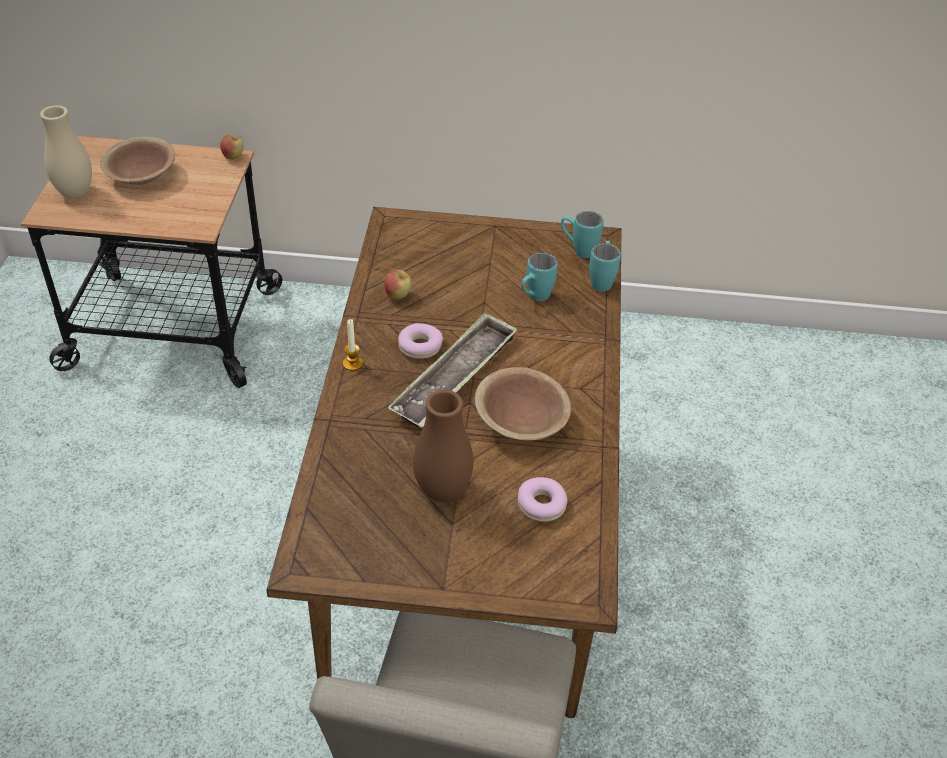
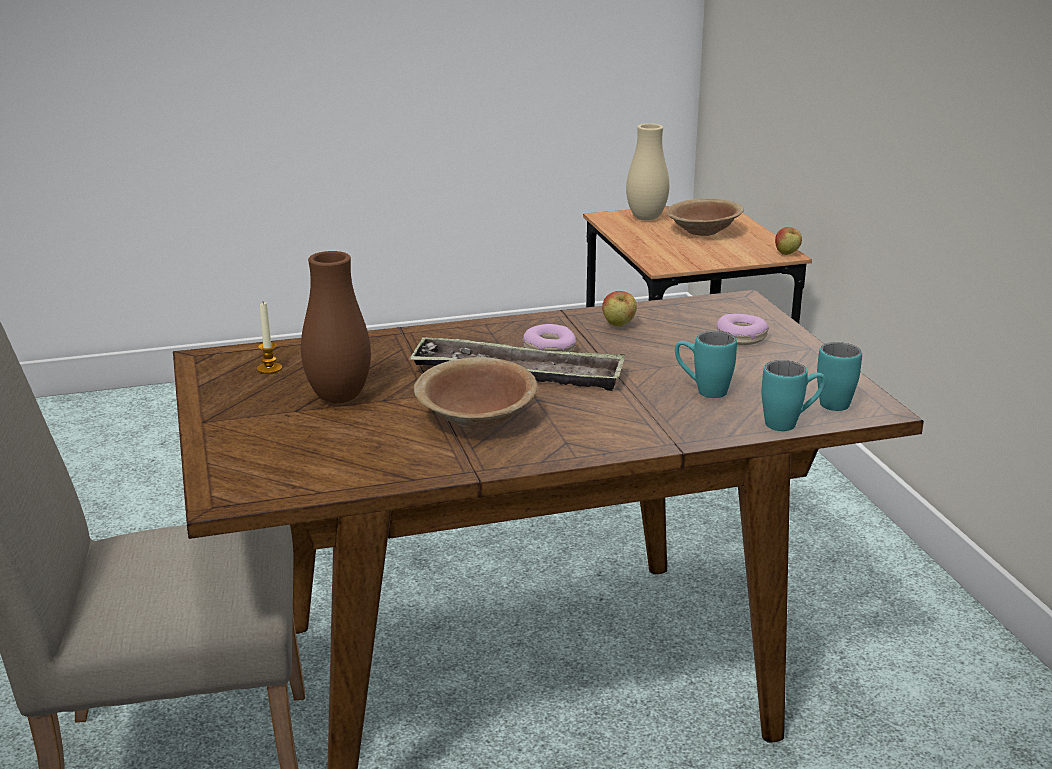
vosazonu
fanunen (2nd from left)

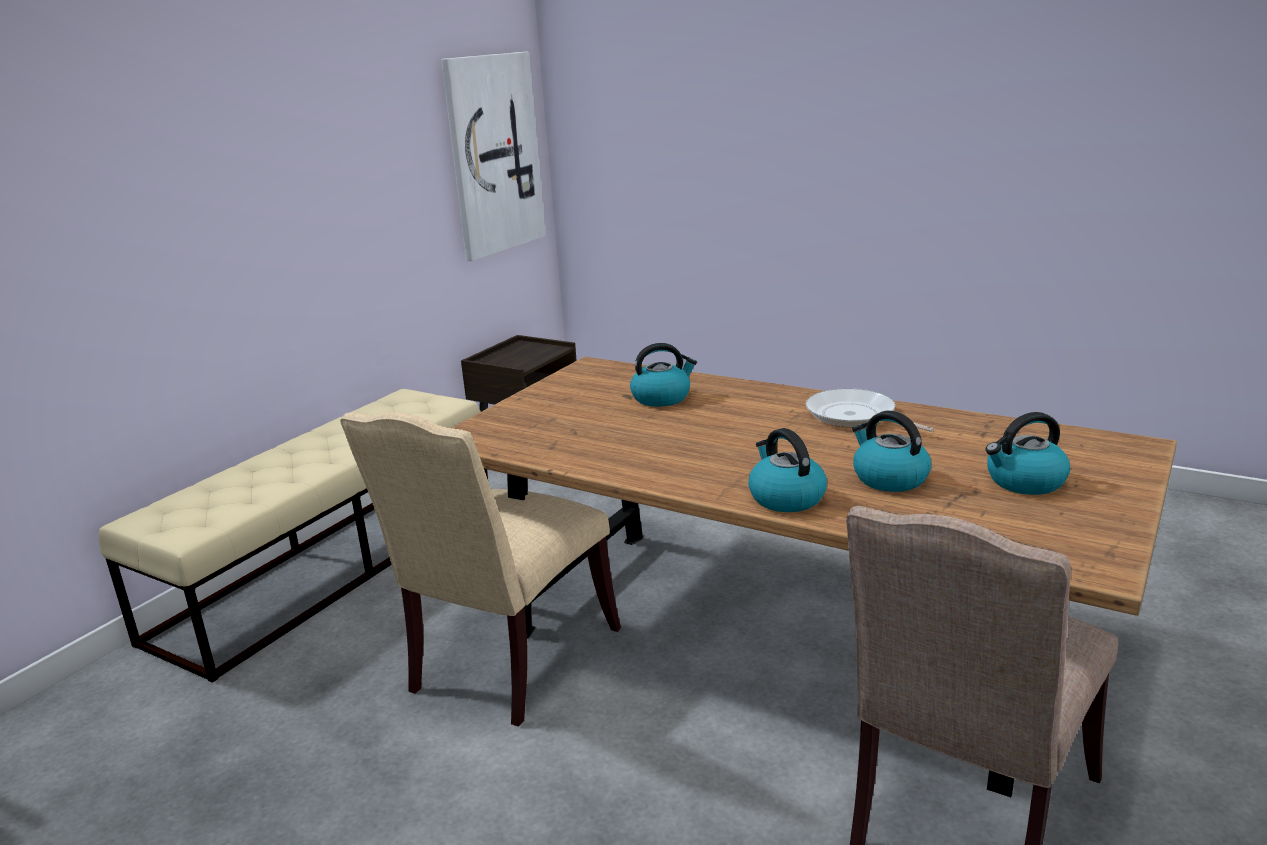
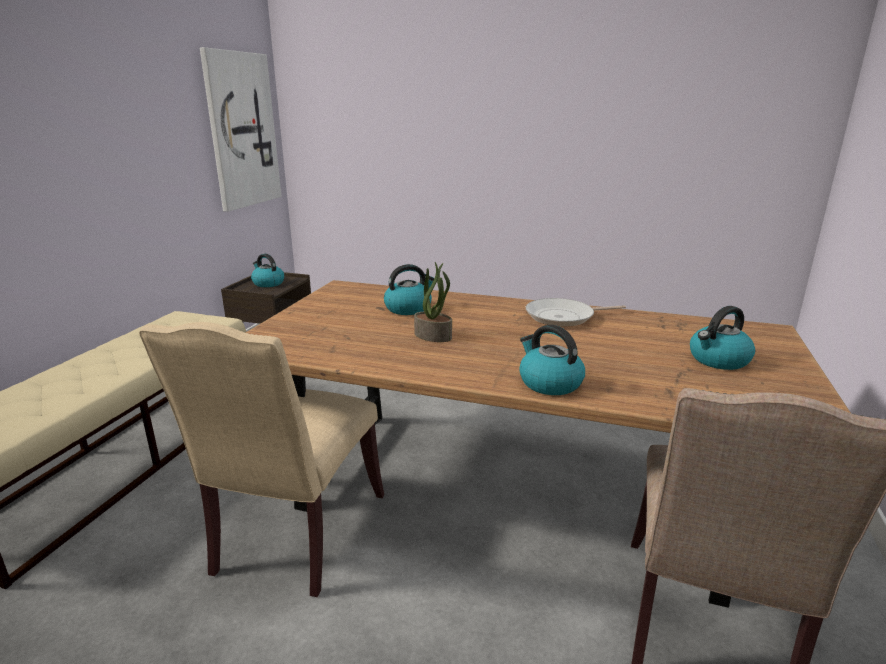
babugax (1st from left)
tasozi
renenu

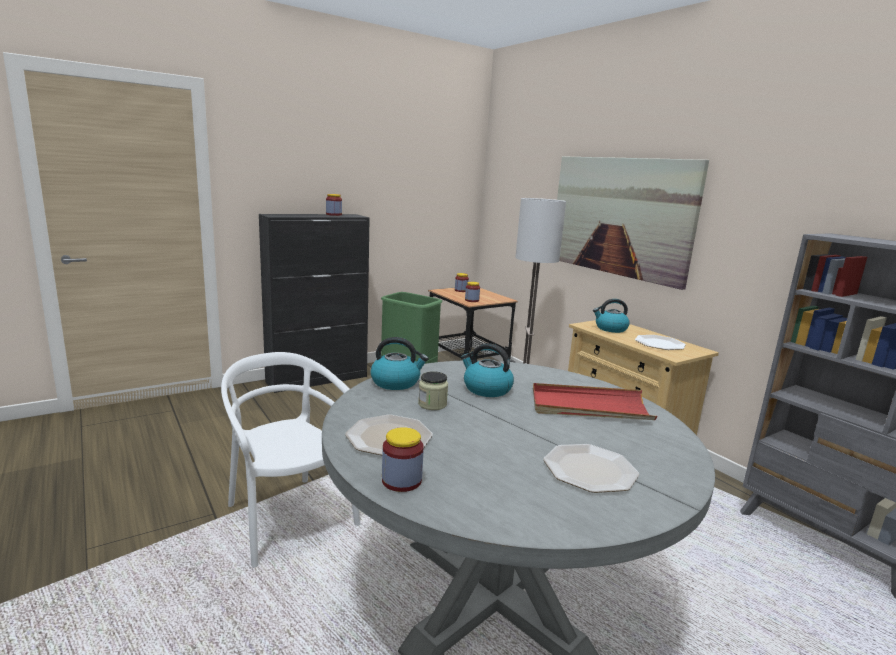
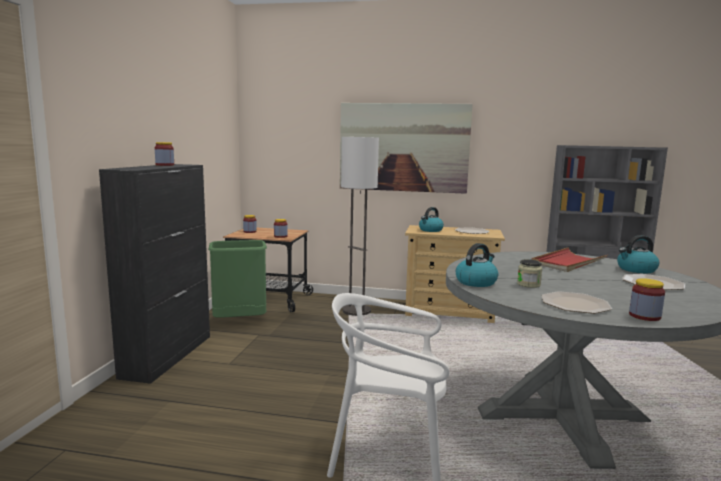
babugax (3rd from left)

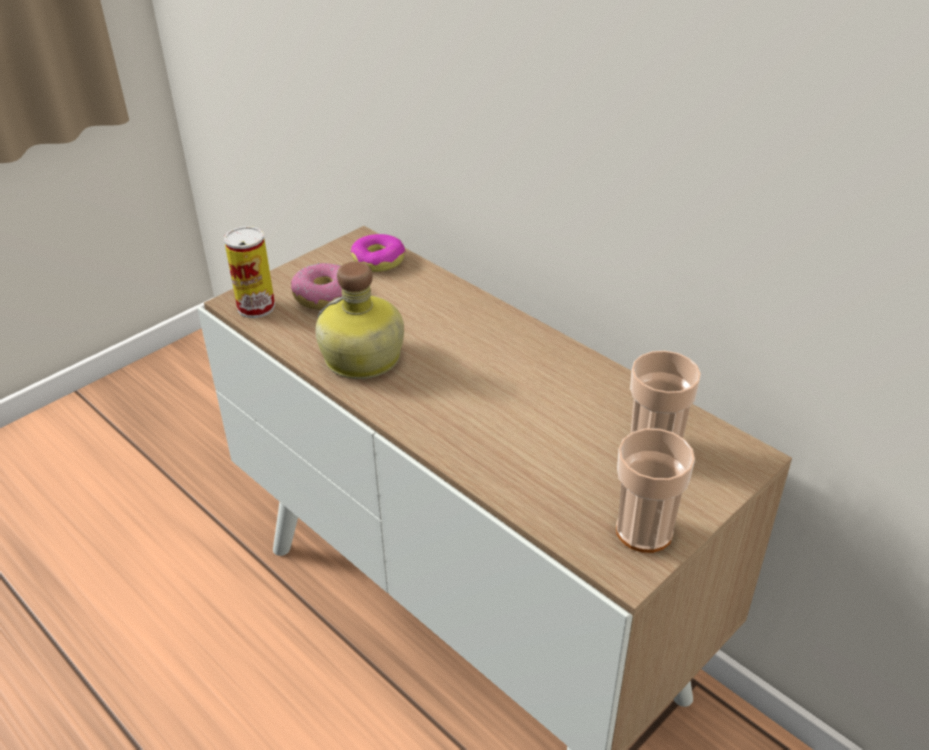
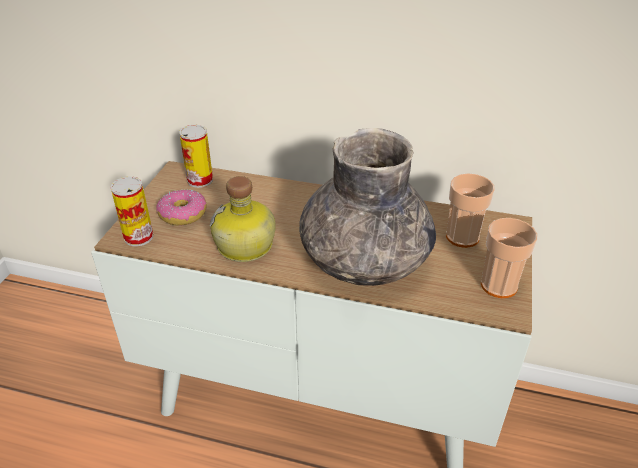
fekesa (2nd from left)
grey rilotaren

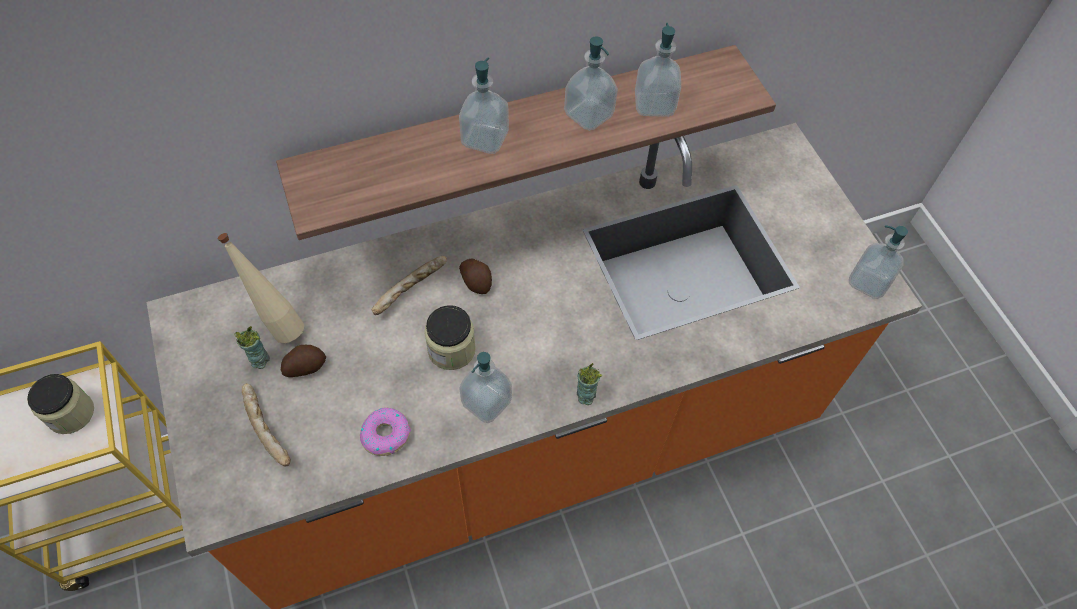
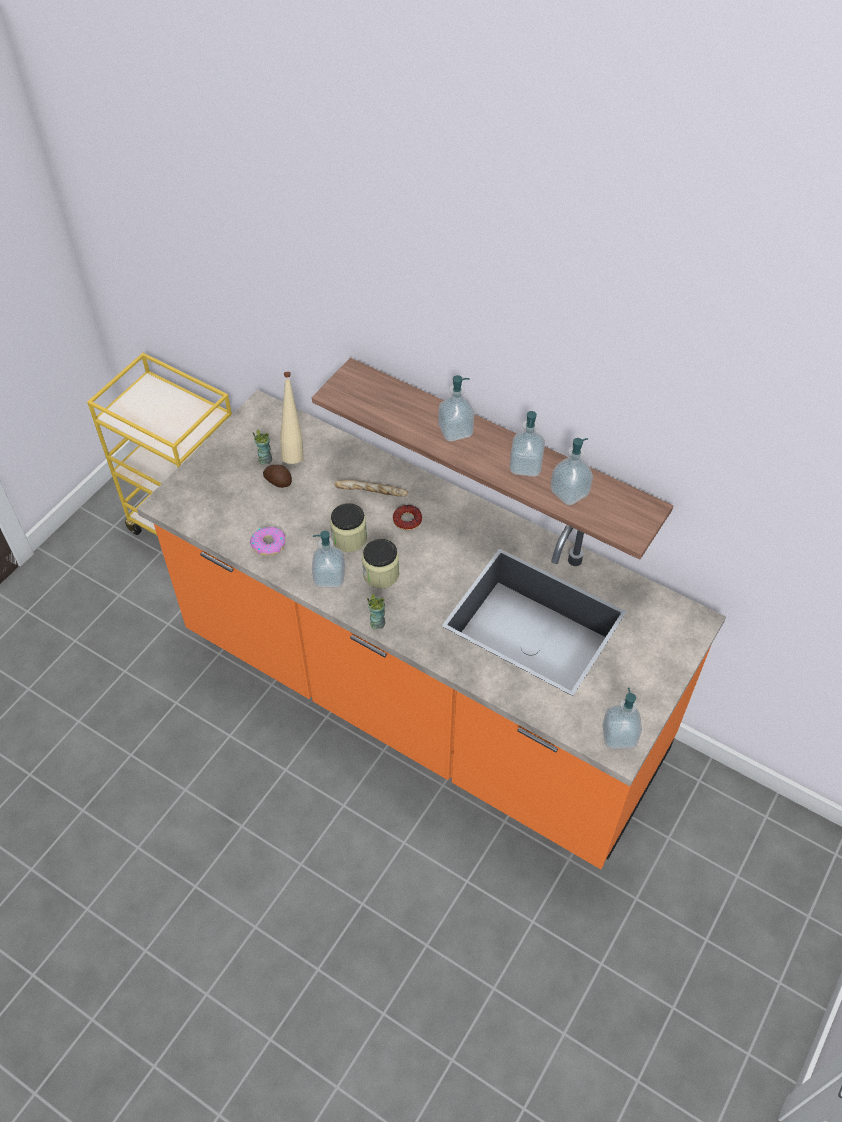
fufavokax (2nd from left)
fanunen (2nd from left)
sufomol (1st from left in the first image)

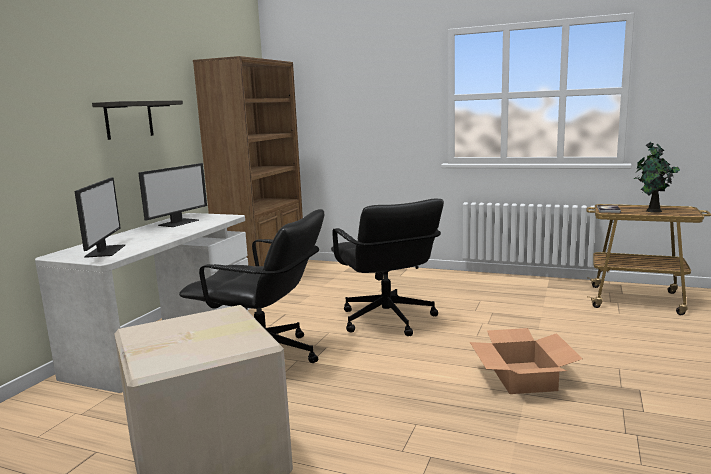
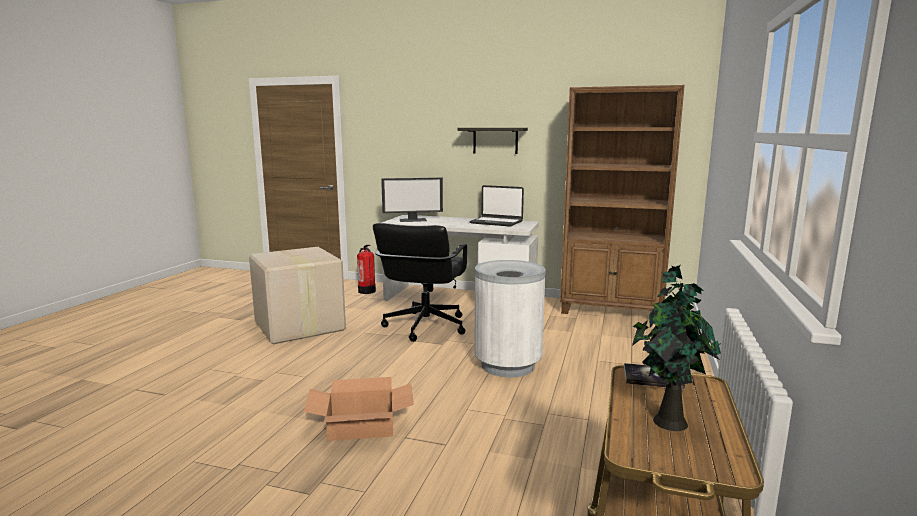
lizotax
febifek
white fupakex

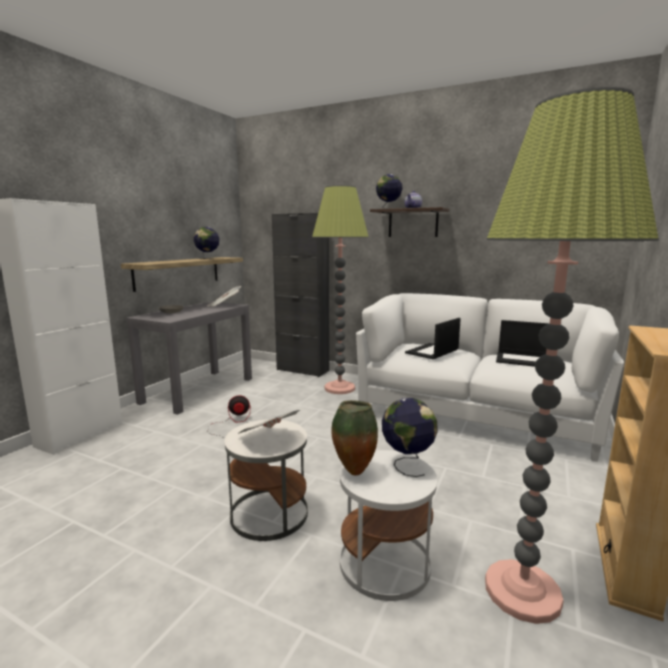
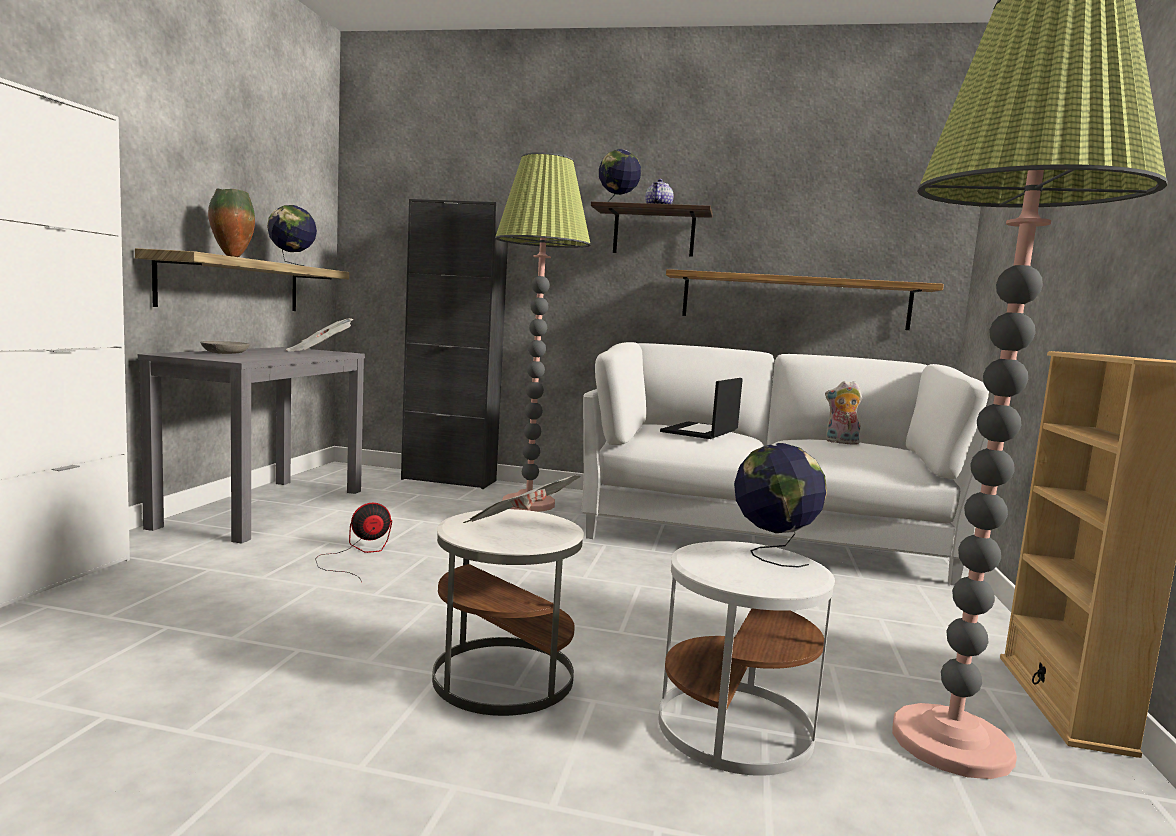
rilotaren
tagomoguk (3rd from left)
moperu

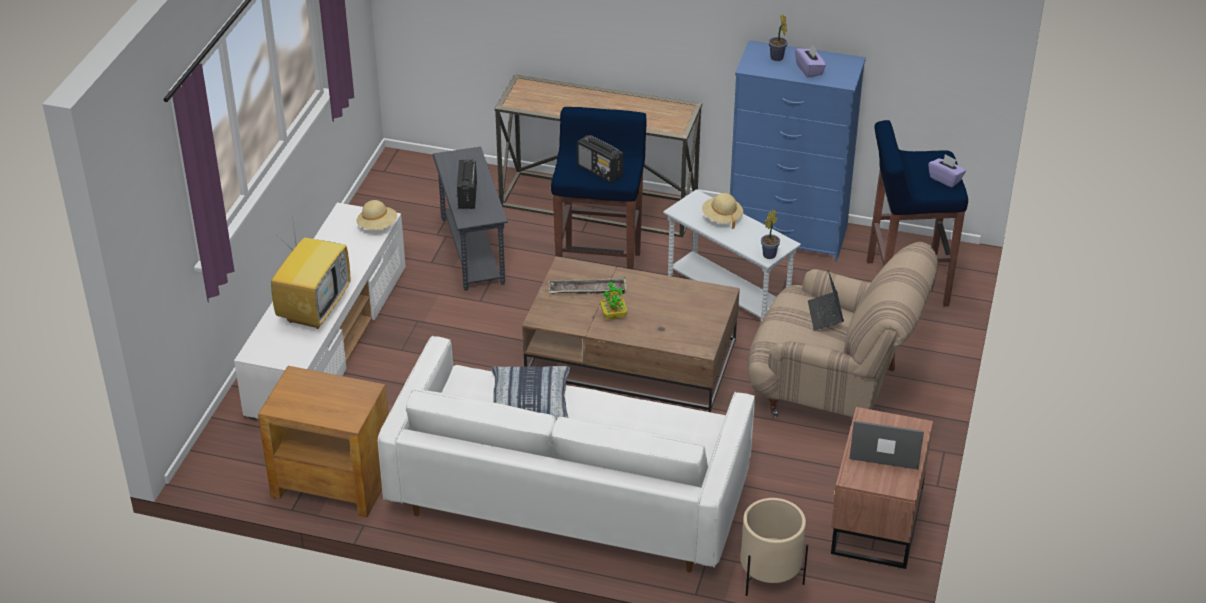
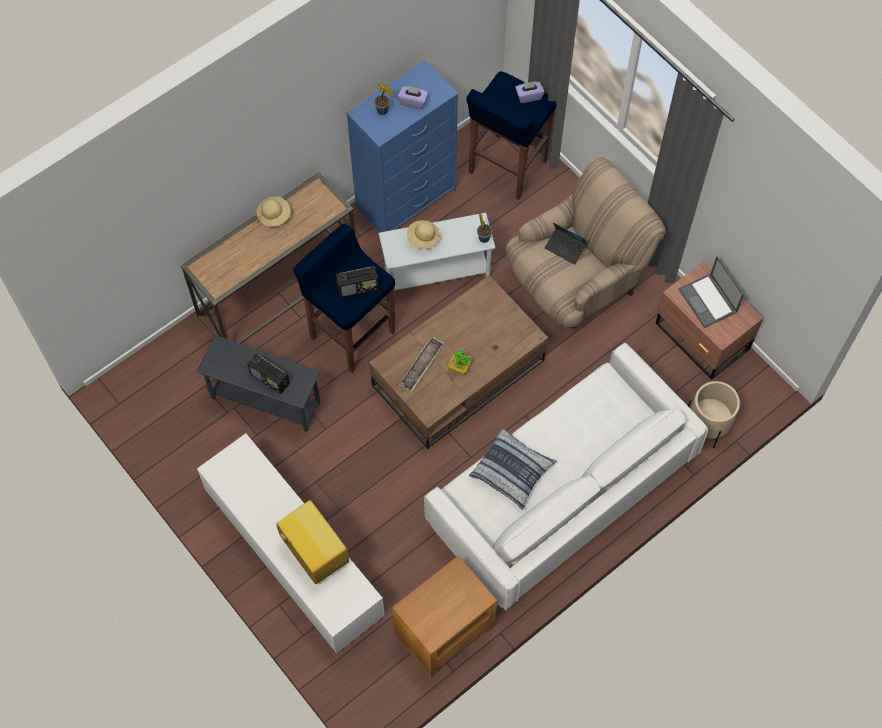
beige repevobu (1st from left)
febifek (2nd from left)

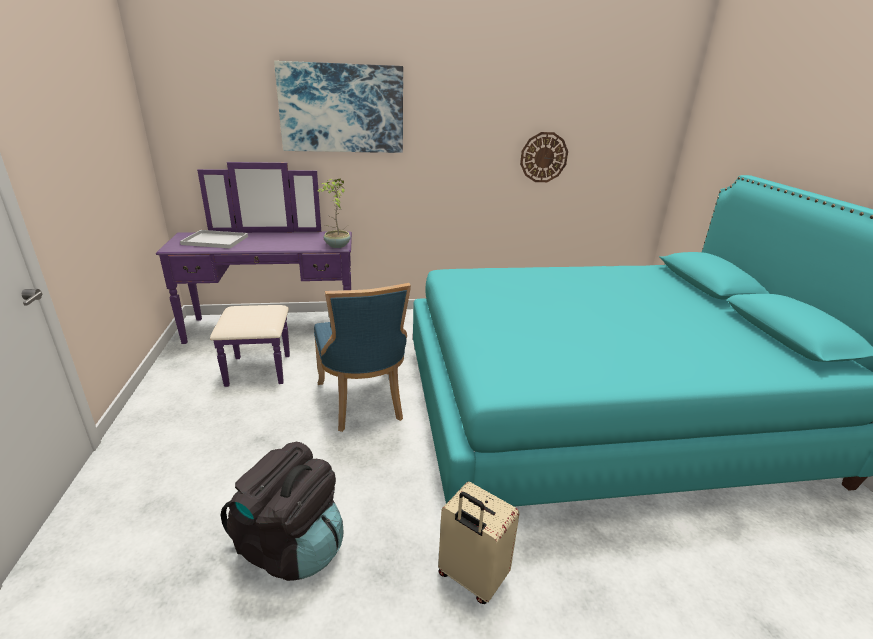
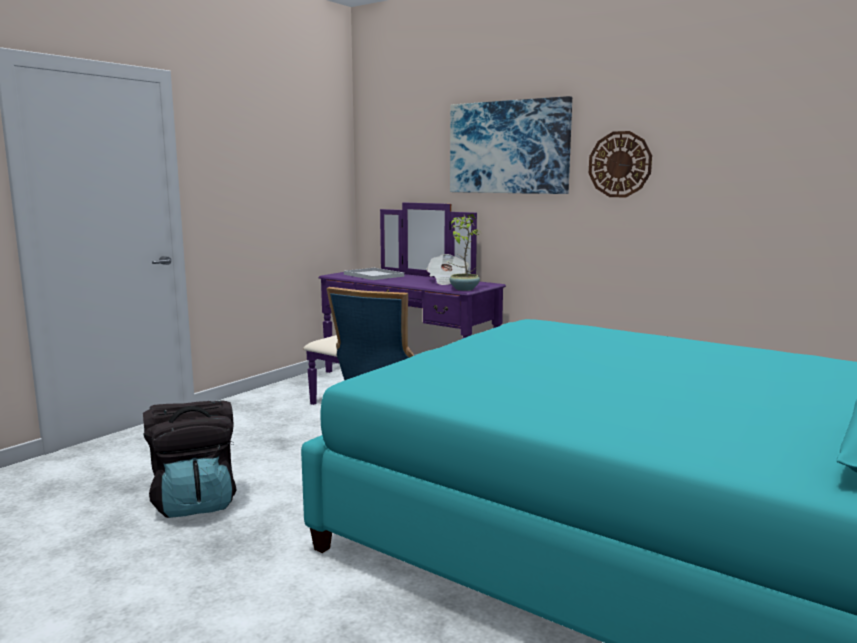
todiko
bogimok
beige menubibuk

